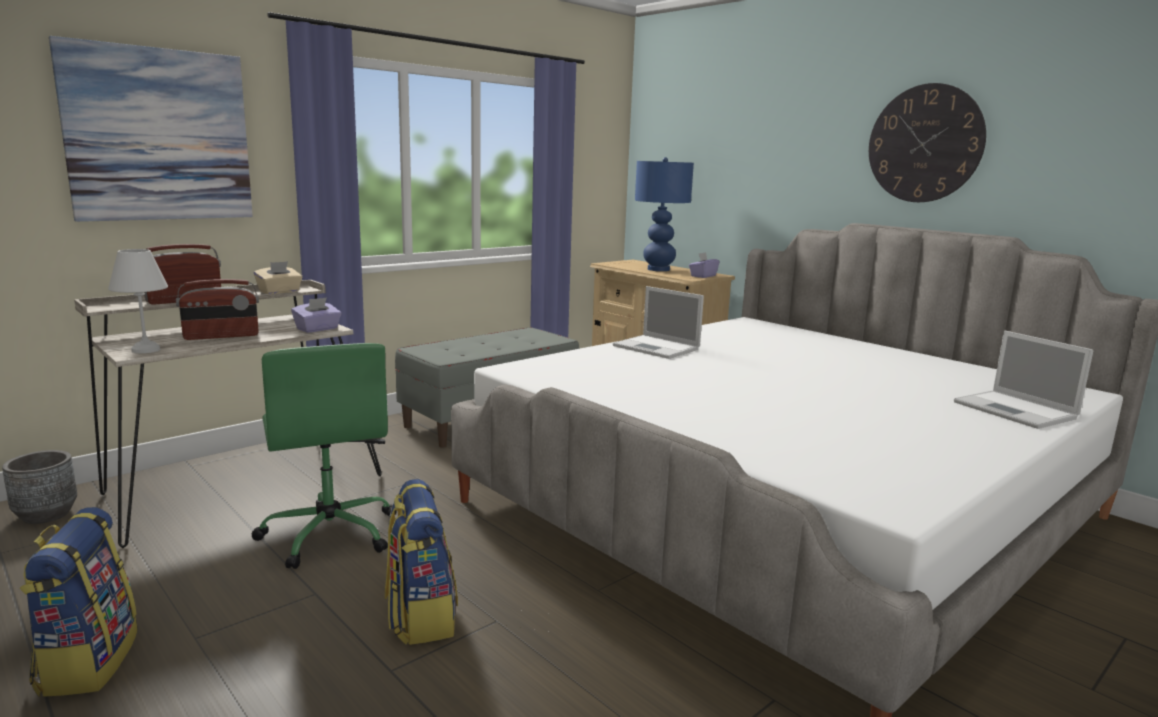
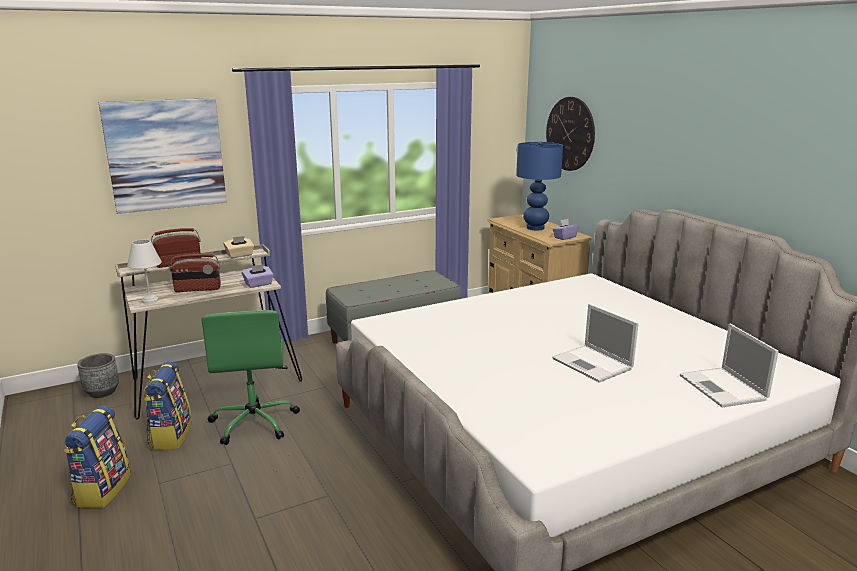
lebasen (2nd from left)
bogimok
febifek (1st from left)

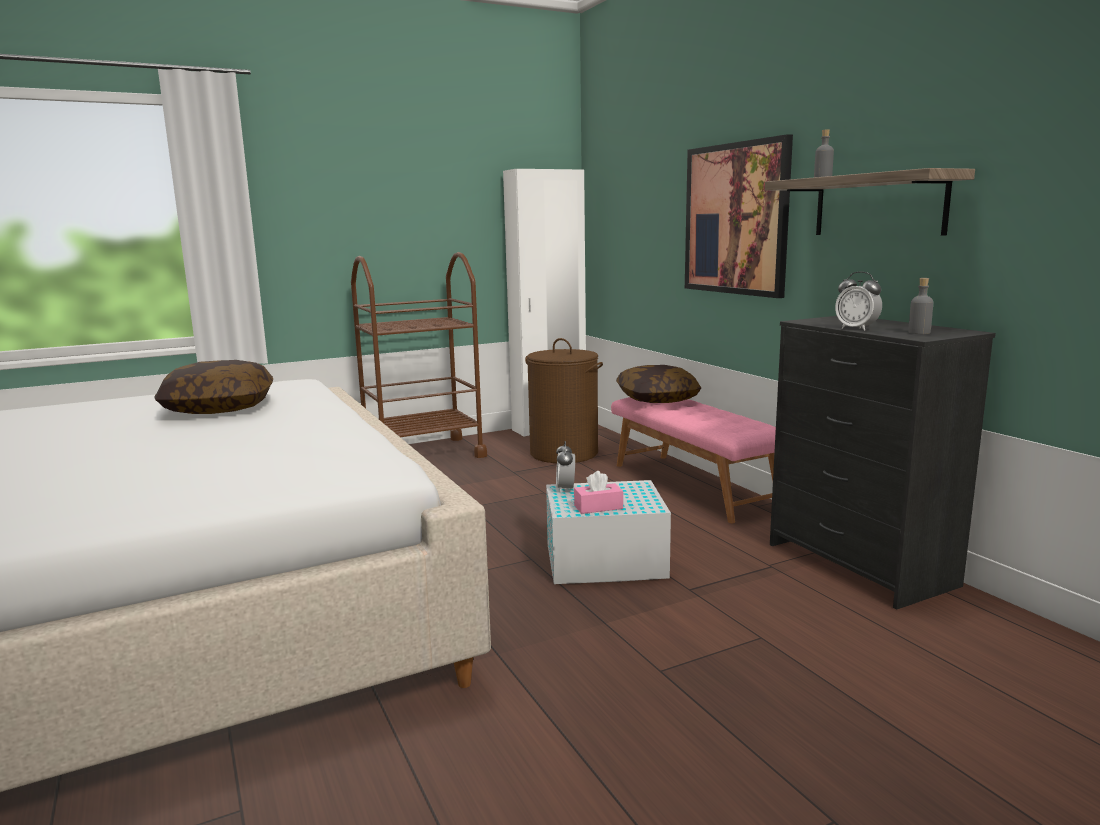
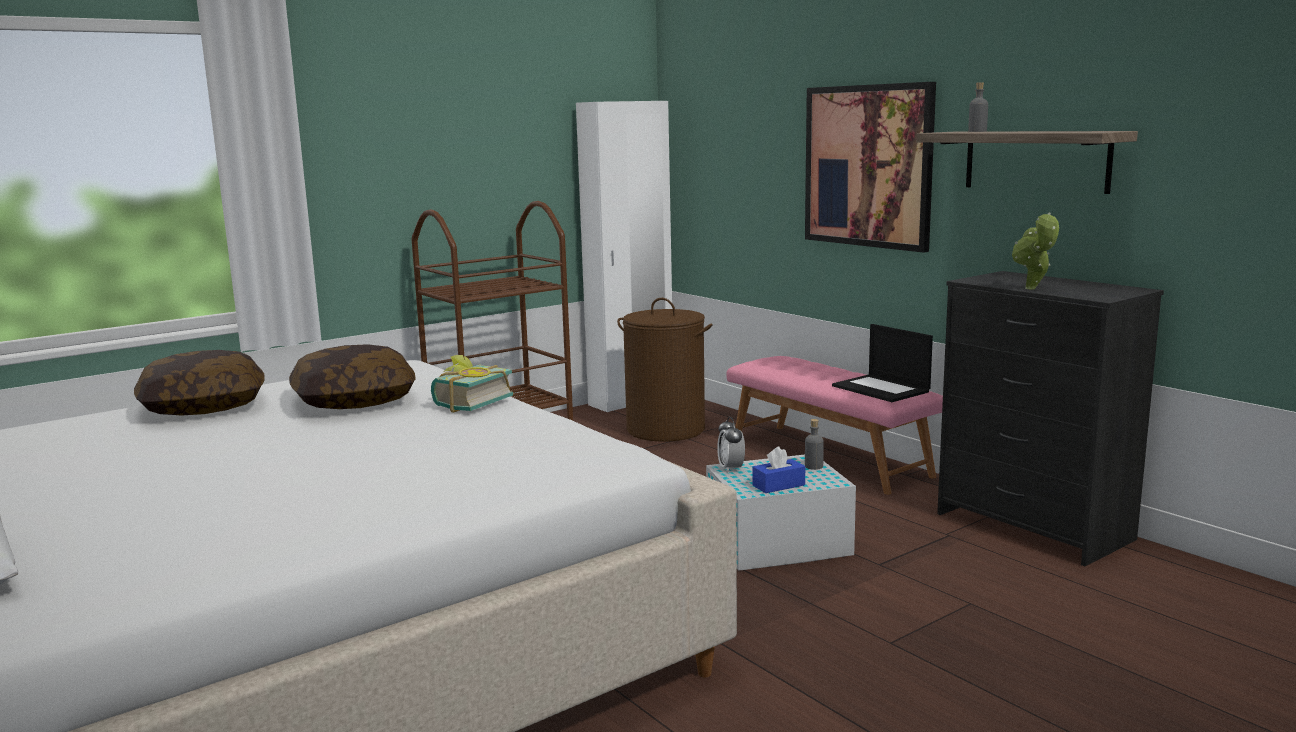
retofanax (1st from left)
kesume
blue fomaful
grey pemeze (1st from left)
febifek
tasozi

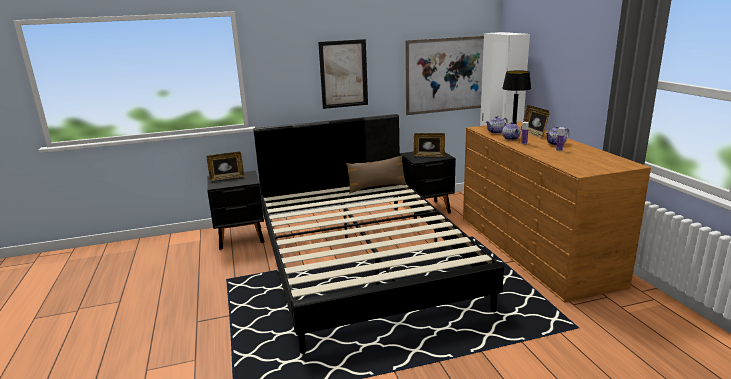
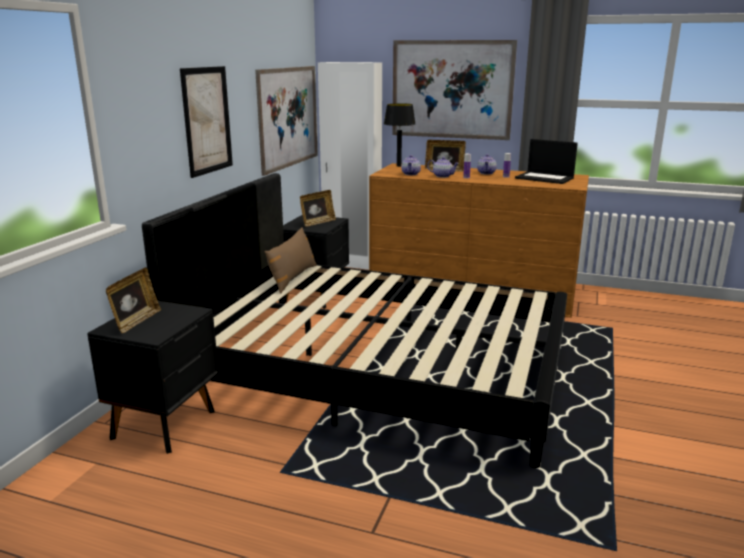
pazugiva (3rd from left)
febifek

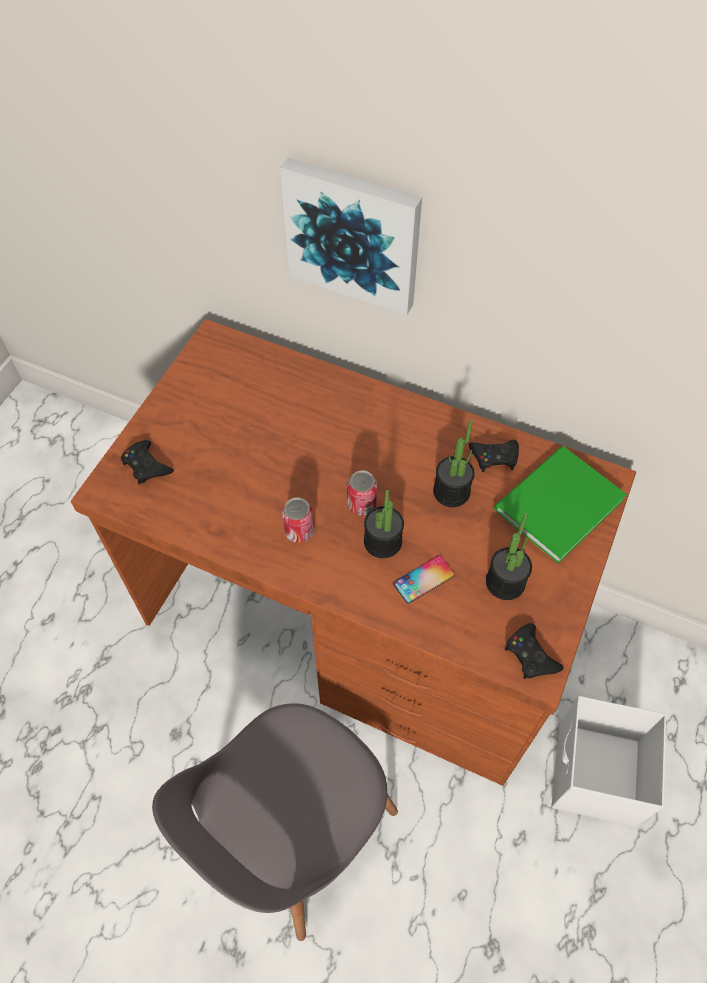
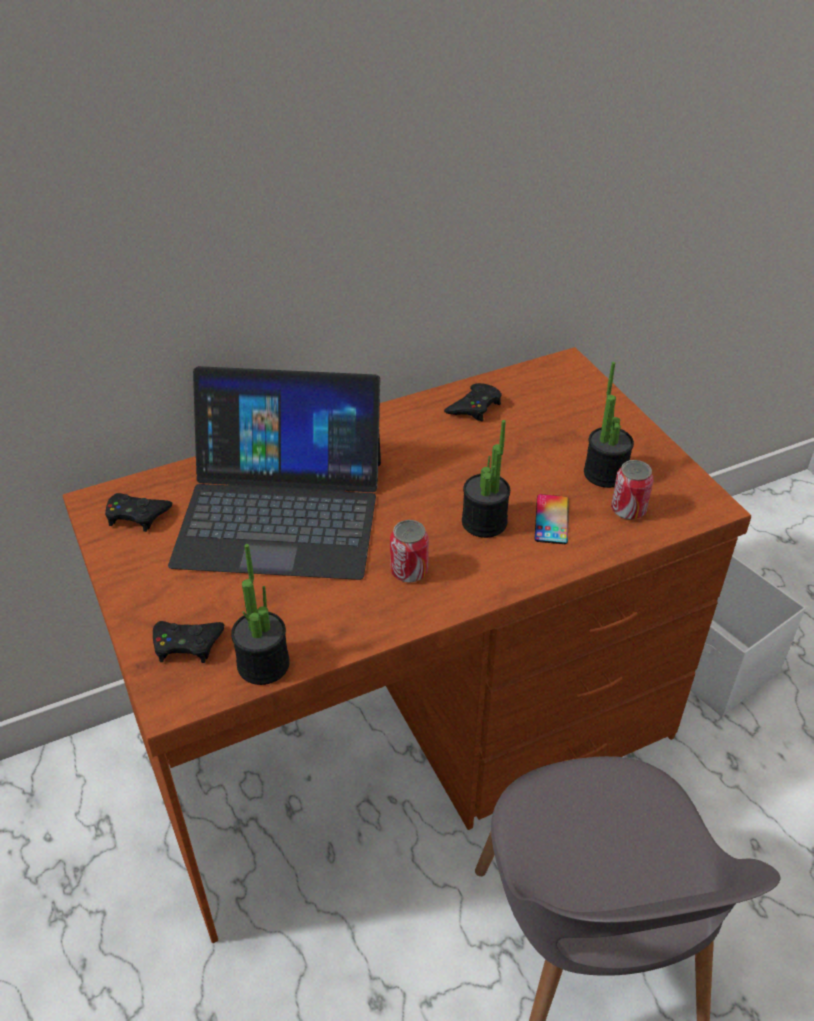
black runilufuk (1st from left)
febifek
tasozi (1st from left)
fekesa (2nd from left)
pazugiva
green kesume

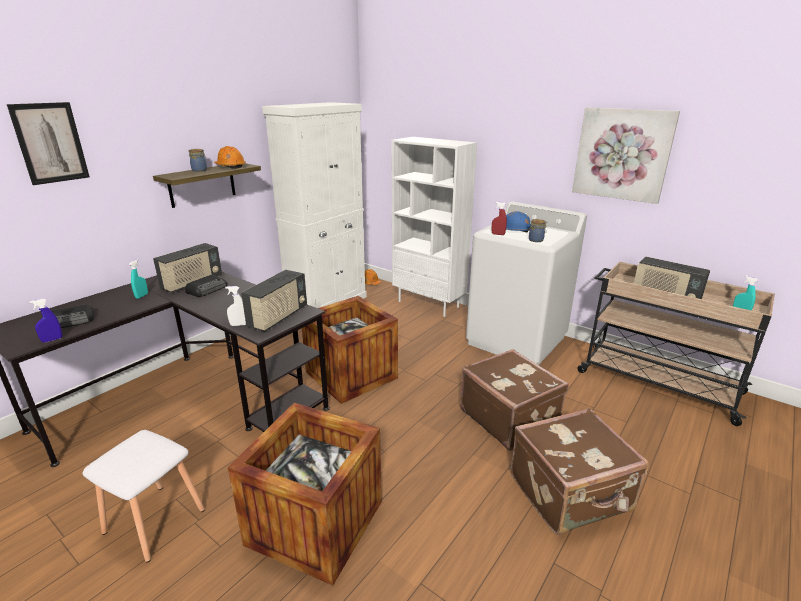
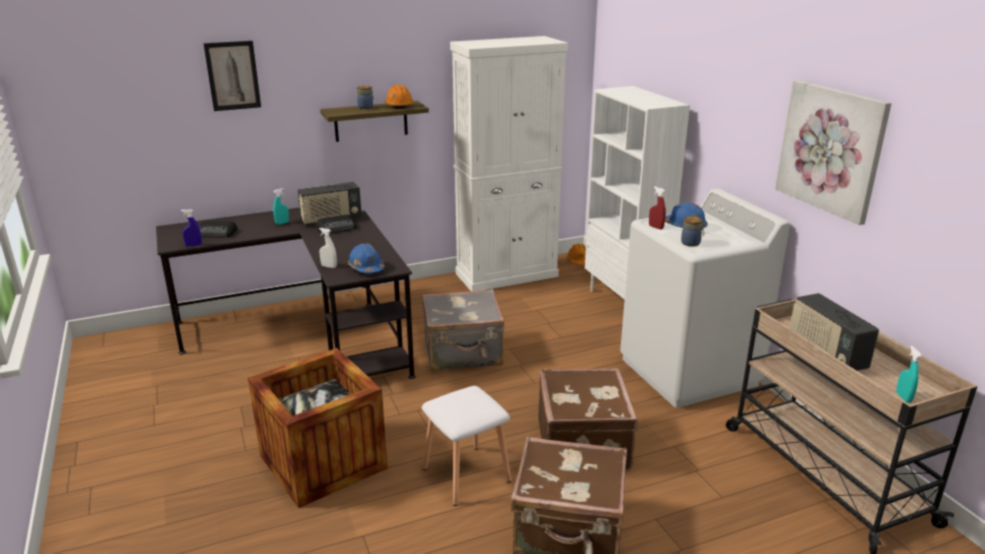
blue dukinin (1st from left)
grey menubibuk
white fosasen

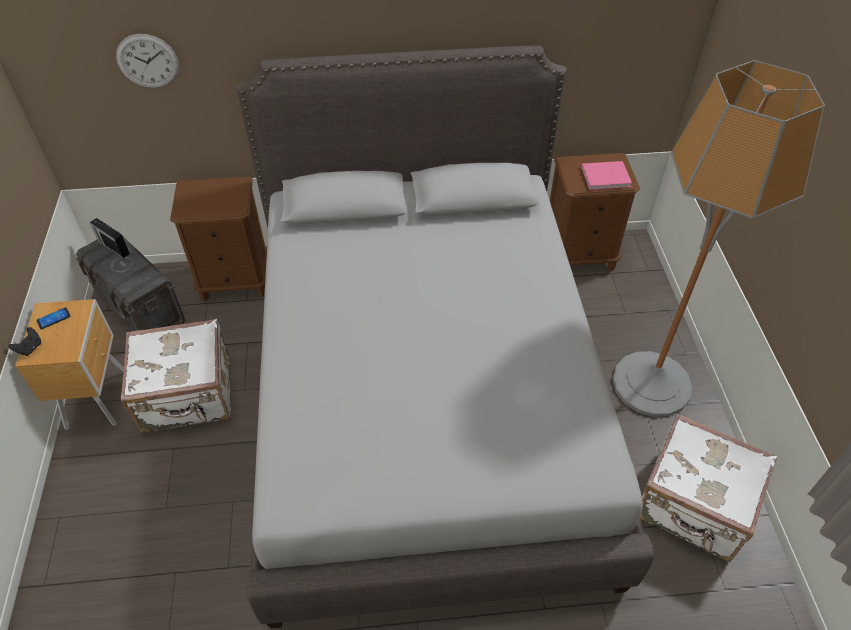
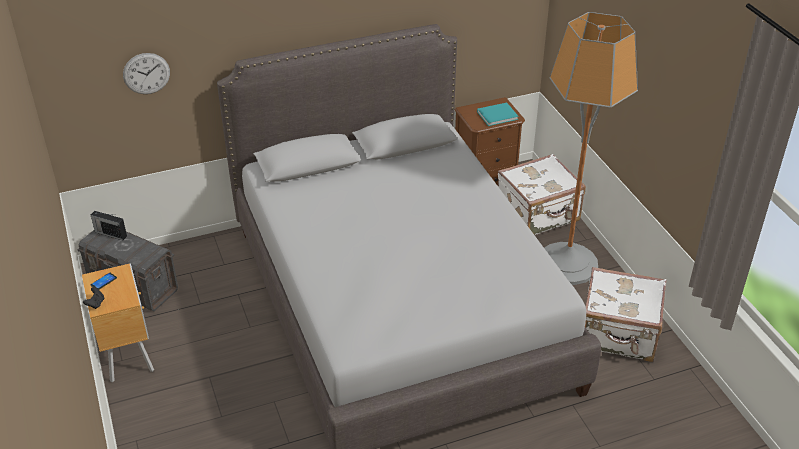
turquoise kesume
white menubibuk (1st from left)
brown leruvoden (2nd from left in the first image)

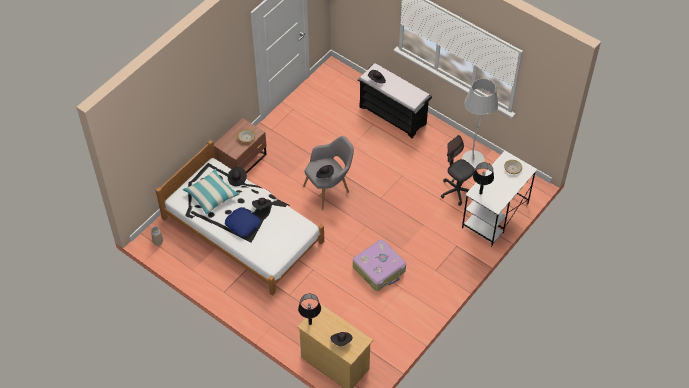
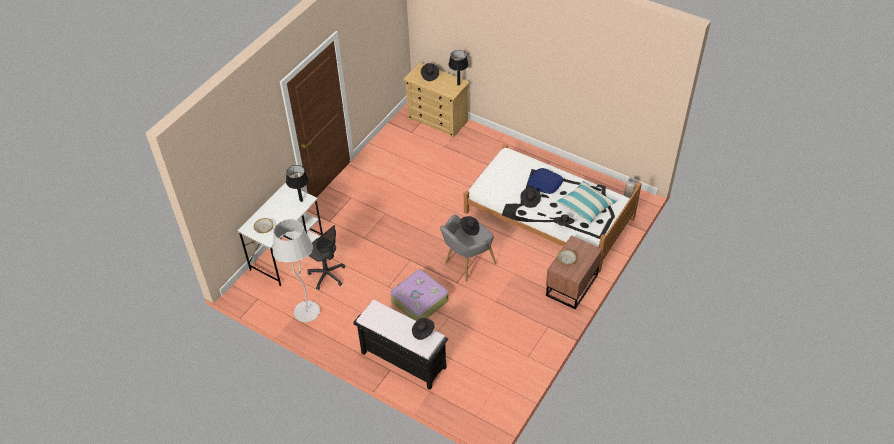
menubibuk

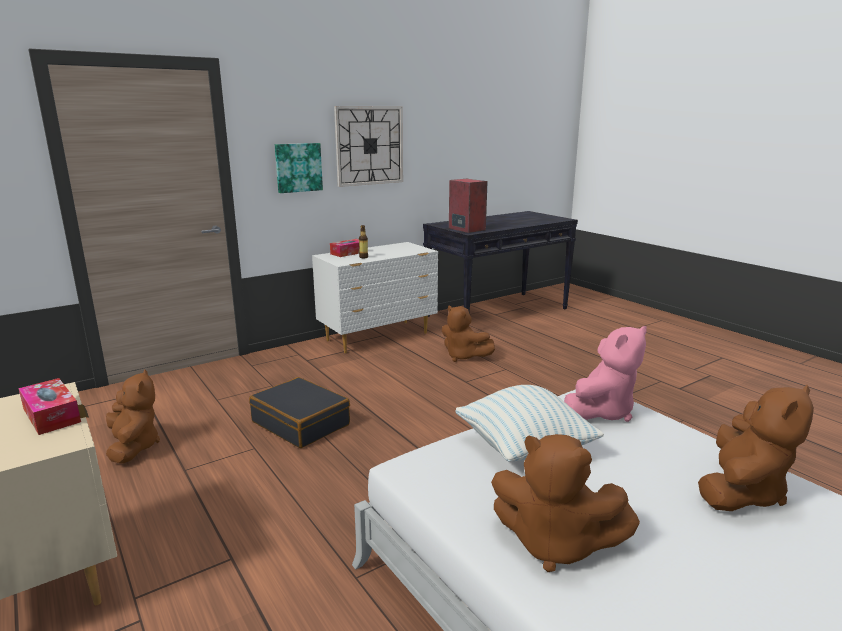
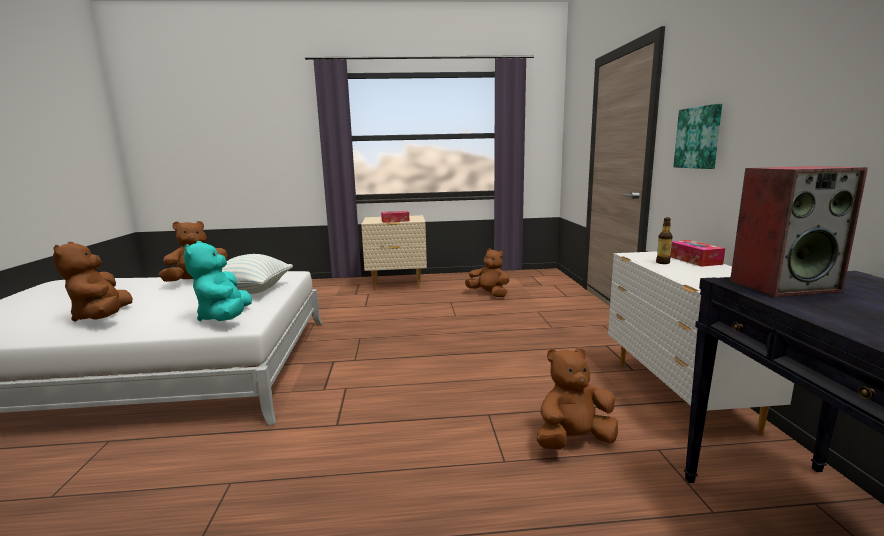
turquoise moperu
brown moperu (3rd from left)
black menubibuk
bogimok

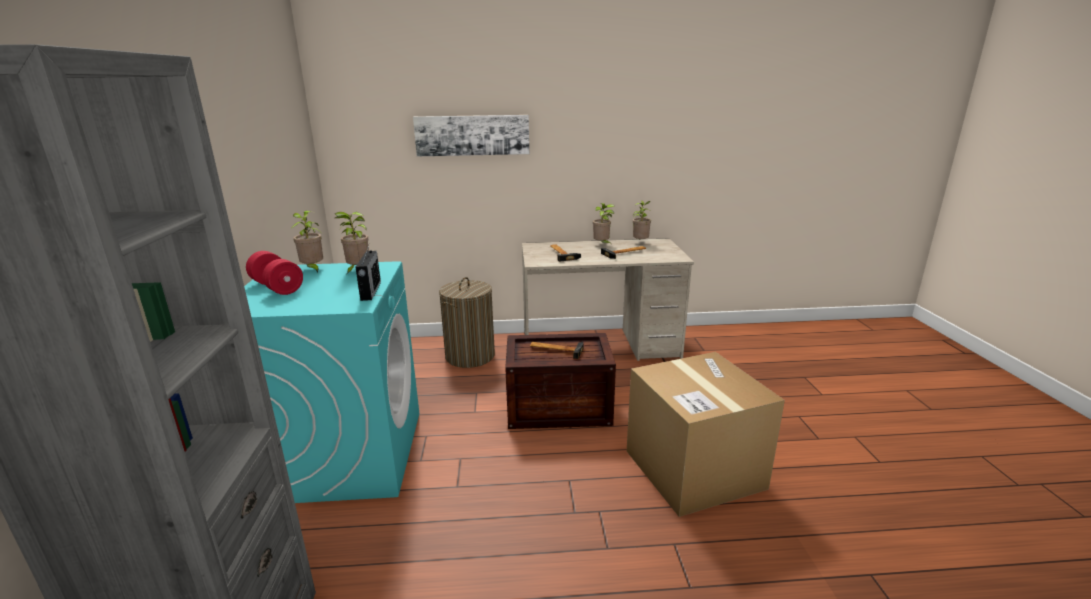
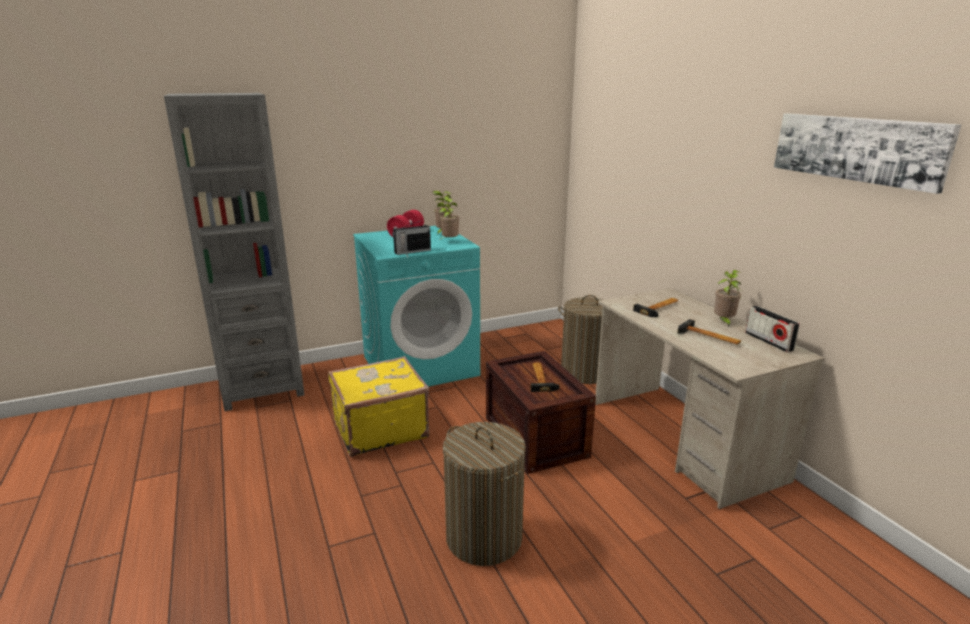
yellow menubibuk
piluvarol (1st from left)
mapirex (2nd from left)
pazugiva

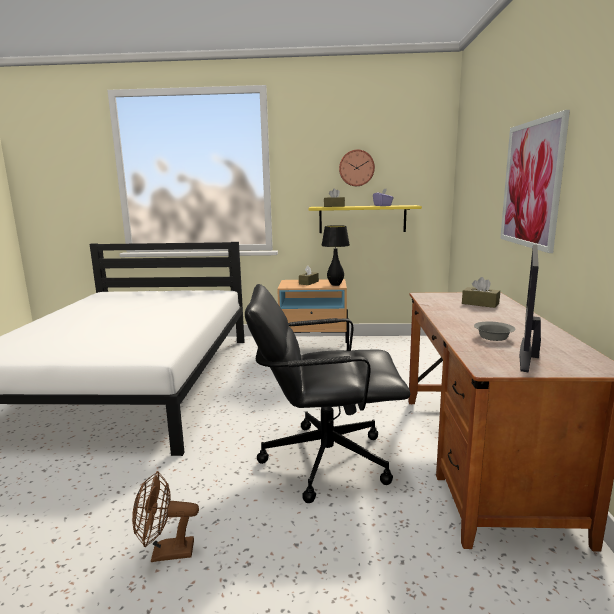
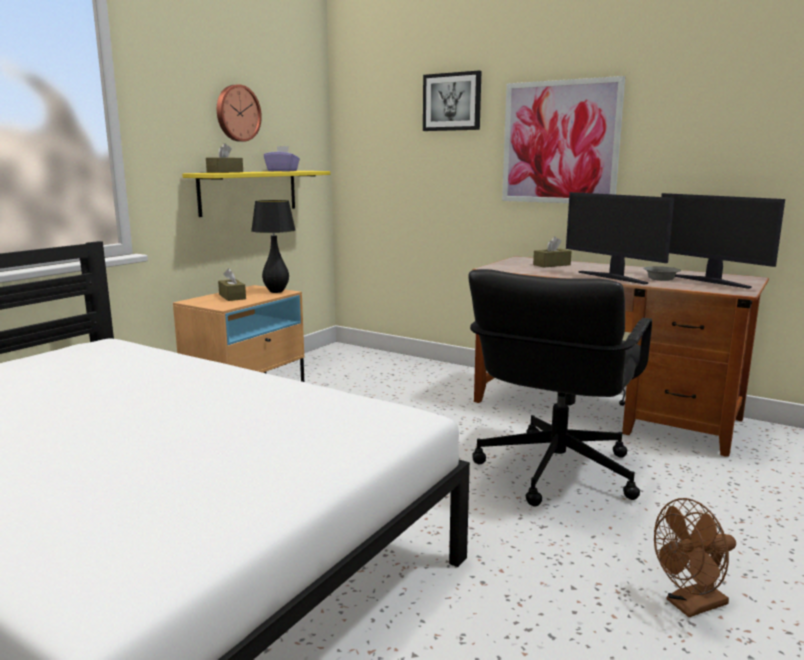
pazugiva (1st from left)
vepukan (1st from left)
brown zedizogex

